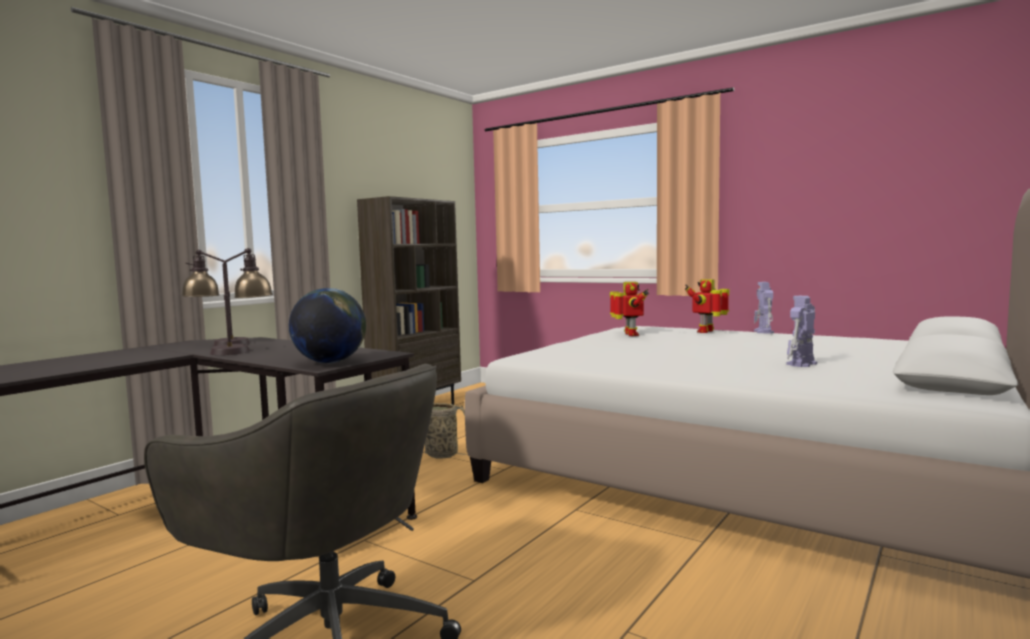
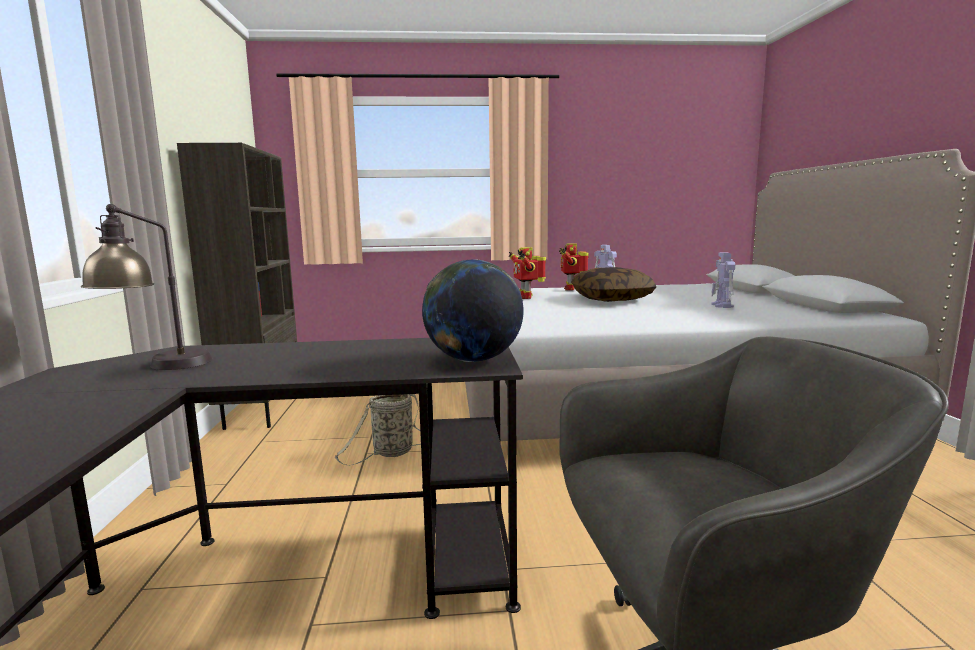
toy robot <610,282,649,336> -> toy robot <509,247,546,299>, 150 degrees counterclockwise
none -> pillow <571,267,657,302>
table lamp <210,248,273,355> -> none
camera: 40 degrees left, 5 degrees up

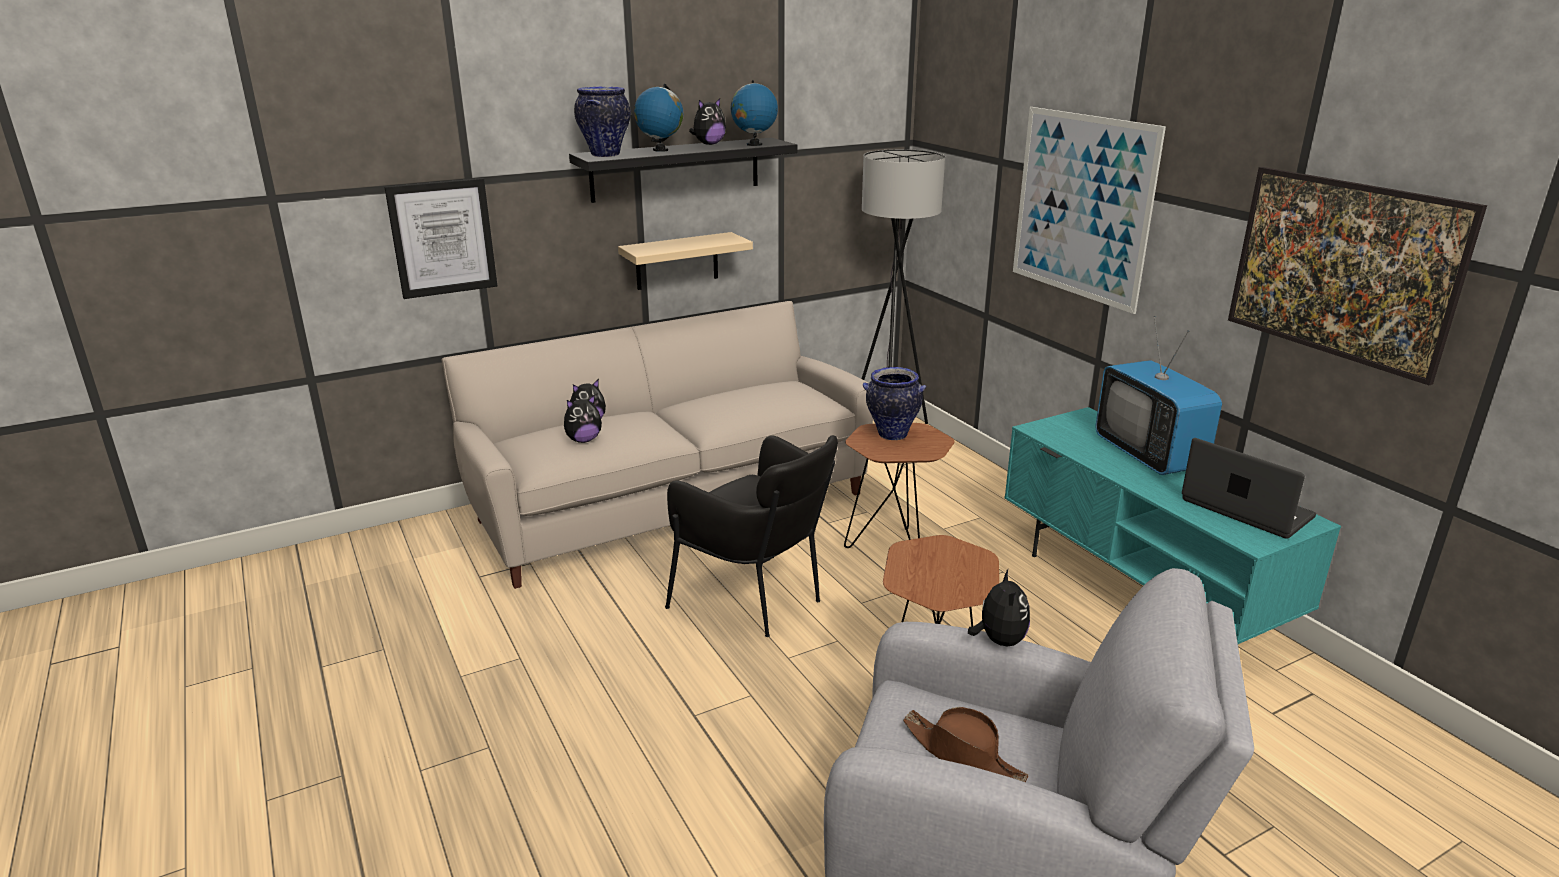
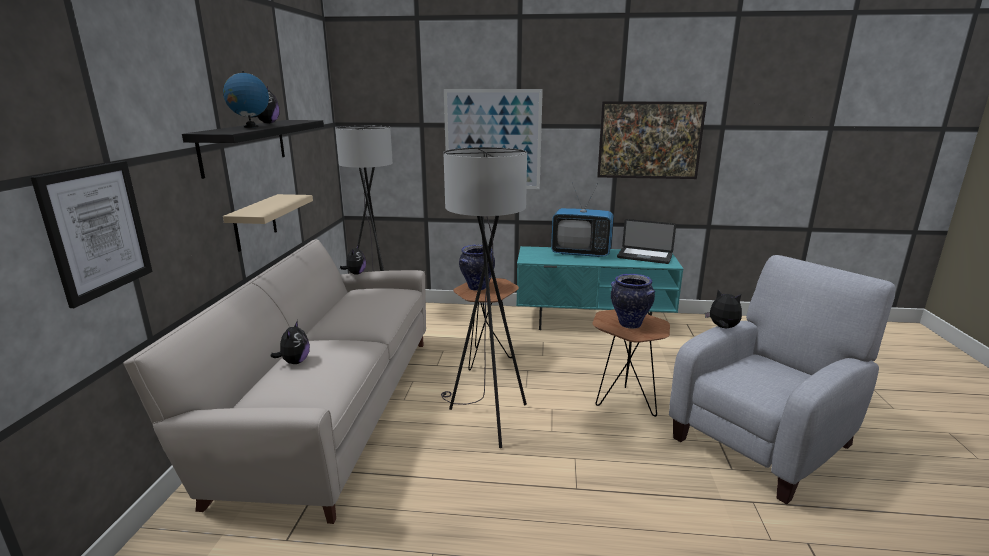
plush toy <564,395,602,443> -> plush toy <340,245,366,275>, relocated
armchair (black) <665,435,838,637> -> floor lamp (grey) <441,147,527,448>
vase <574,86,631,157> -> vase <611,274,655,329>, relocated
laptop <1182,438,1316,539> -> laptop <617,219,676,264>, 150 degrees counterclockwise
globe <731,80,778,146> -> none
hat (brown) <903,707,1029,782> -> none
camera: 55 degrees left, 5 degrees down

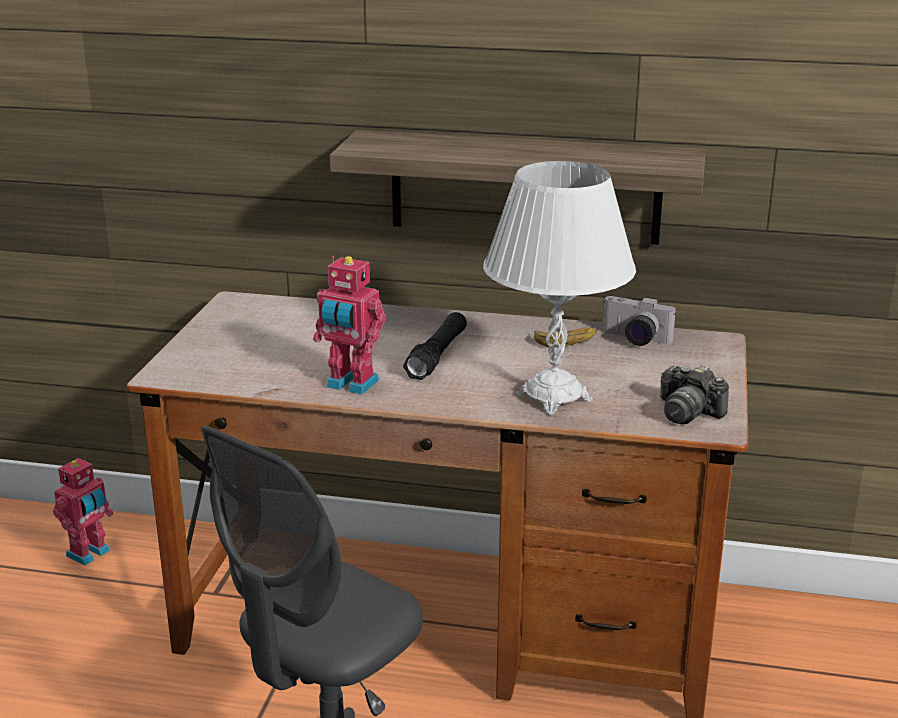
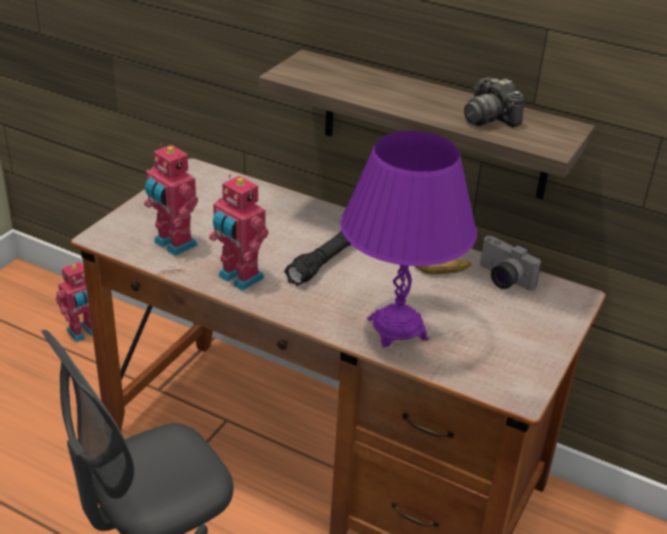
none -> toy robot <144,143,198,256>
table lamp (white) <483,161,636,415> -> table lamp (purple) <340,131,477,348>
photo camera <660,365,729,424> -> photo camera <464,77,524,128>, relocated
camera: 15 degrees right, 10 degrees up

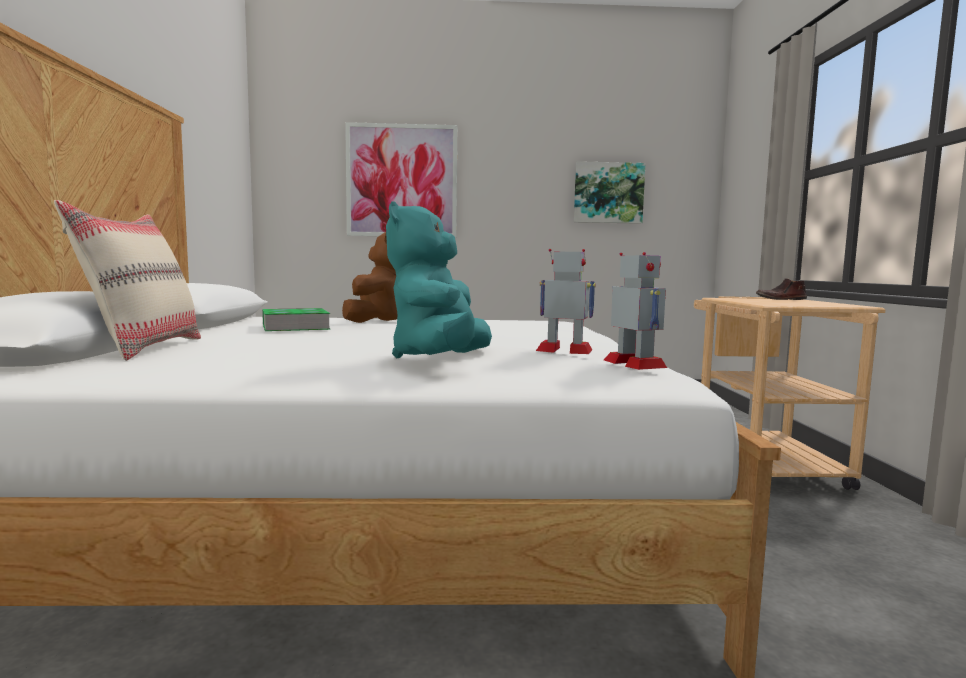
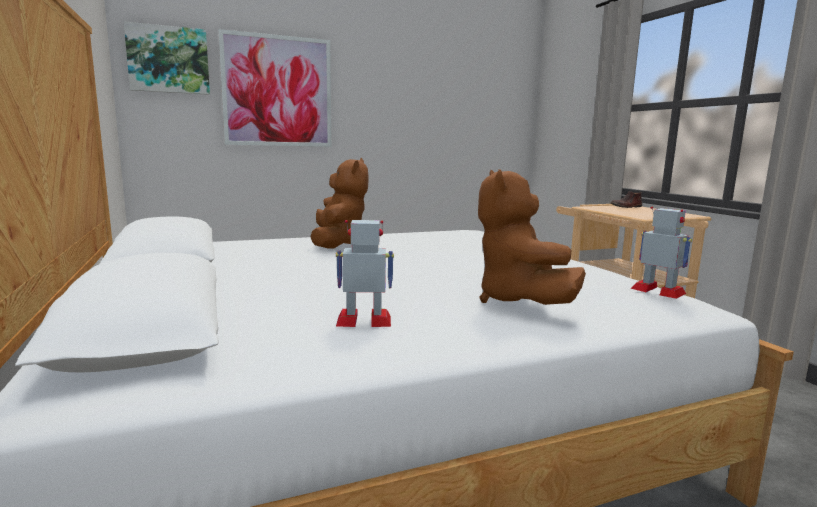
picture <574,161,645,224> -> picture <124,22,210,95>, relocated
toy robot <536,249,596,354> -> toy robot <336,220,394,327>, relocated
plush toy (turquoise) <386,201,492,359> -> plush toy (brown) <478,169,586,305>
pillow (beige) <54,200,201,361> -> none
book <262,308,330,331> -> none
camera: 20 degrees left, 5 degrees up

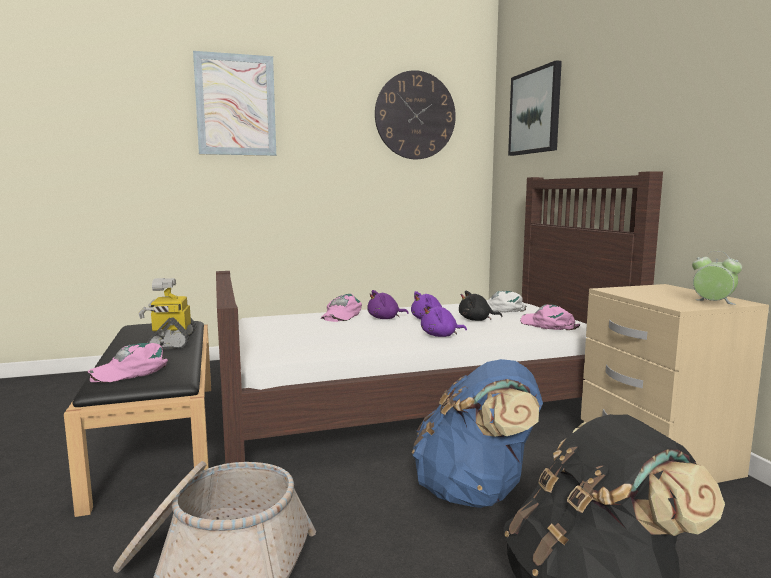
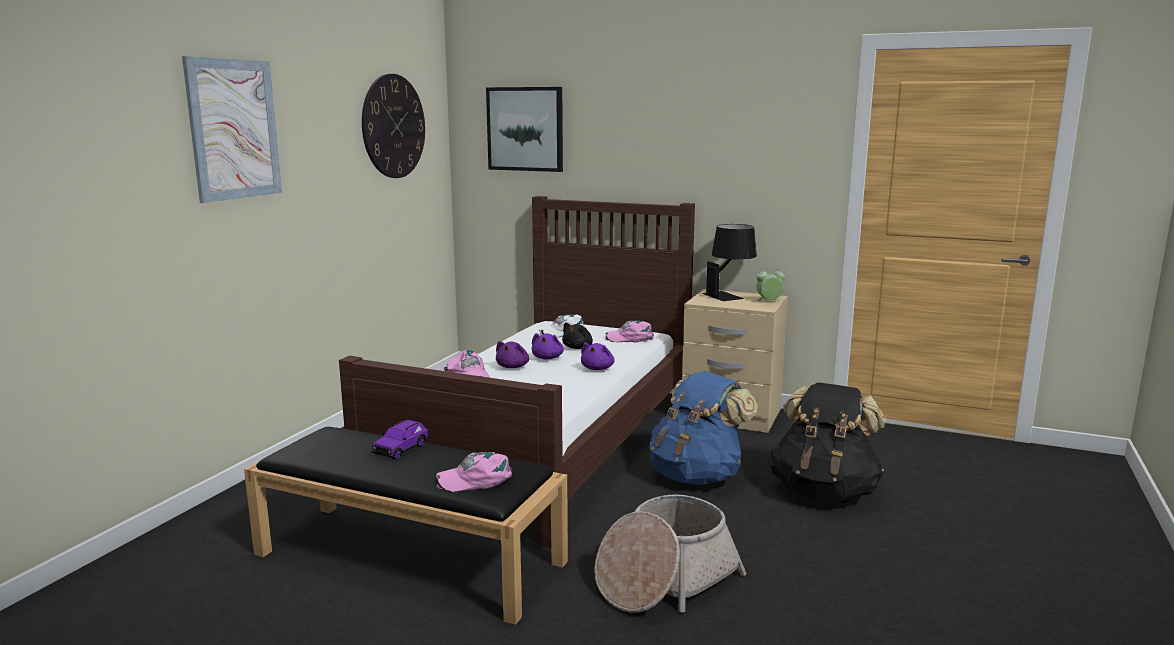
toy robot <138,278,196,349> -> toy car (purple) <372,420,429,460>
cap (pink) <87,343,168,383> -> cap (pink) <436,452,512,492>, 75 degrees clockwise
none -> table lamp (black) <702,224,757,301>
camera: 50 degrees left, 5 degrees up

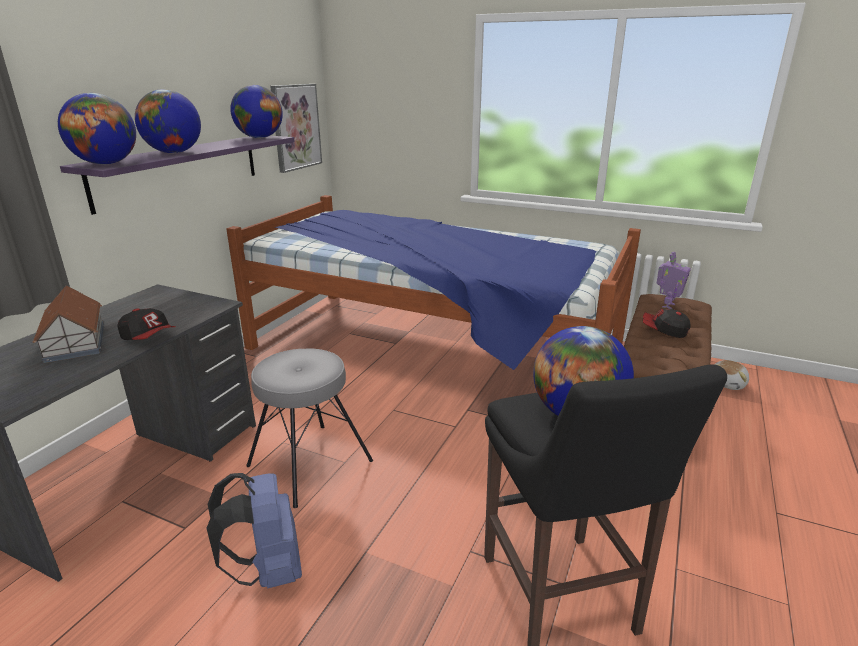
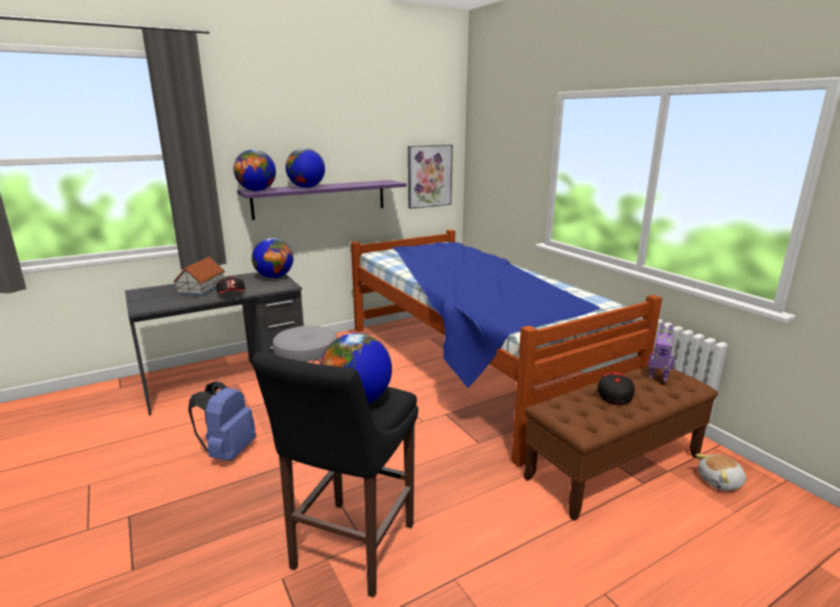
globe <230,85,283,138> -> globe <252,238,293,278>, relocated
cap <643,309,691,338> -> cap <597,372,635,405>, 45 degrees clockwise
toy robot <657,252,691,309> -> toy robot <648,324,674,381>, 45 degrees clockwise
camera: 35 degrees right, 5 degrees down

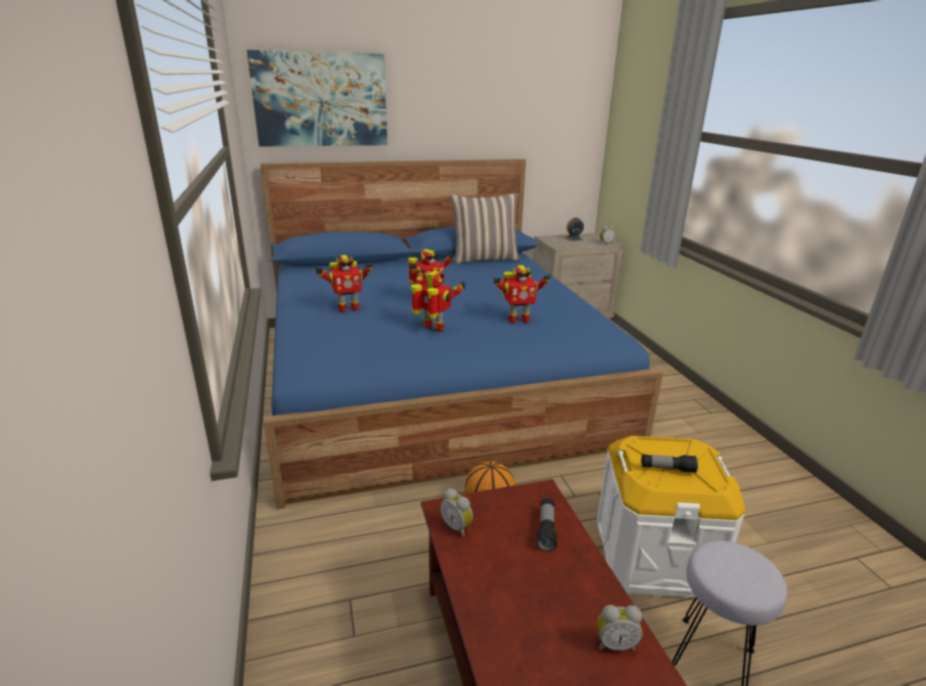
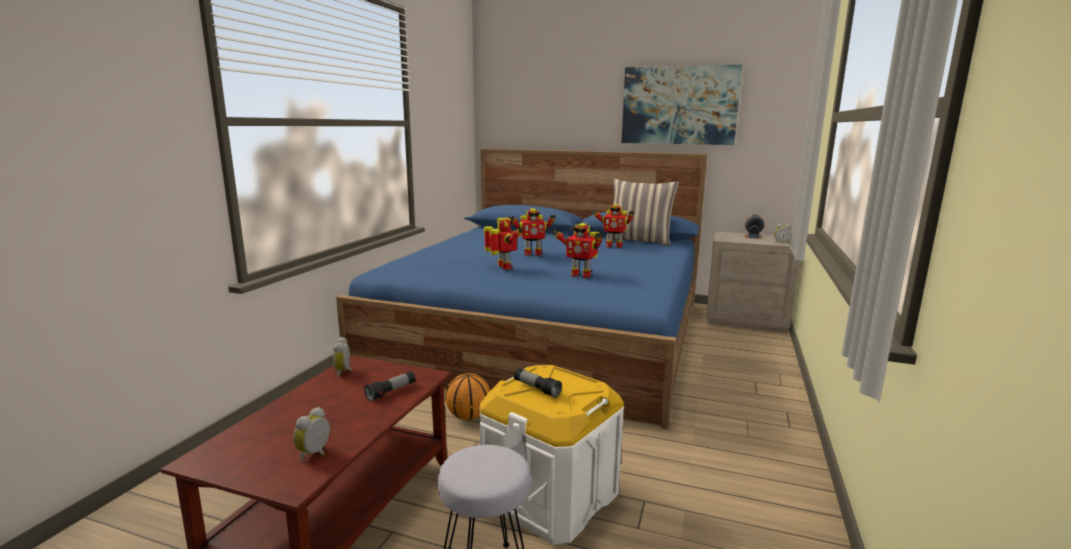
alarm clock <597,605,643,651> -> alarm clock <293,407,330,461>, 75 degrees clockwise
toy robot <315,255,373,313> -> toy robot <592,204,634,248>, relocated
picture <247,50,387,146> -> picture <622,65,742,145>, relocated
camera: 35 degrees right, 10 degrees down

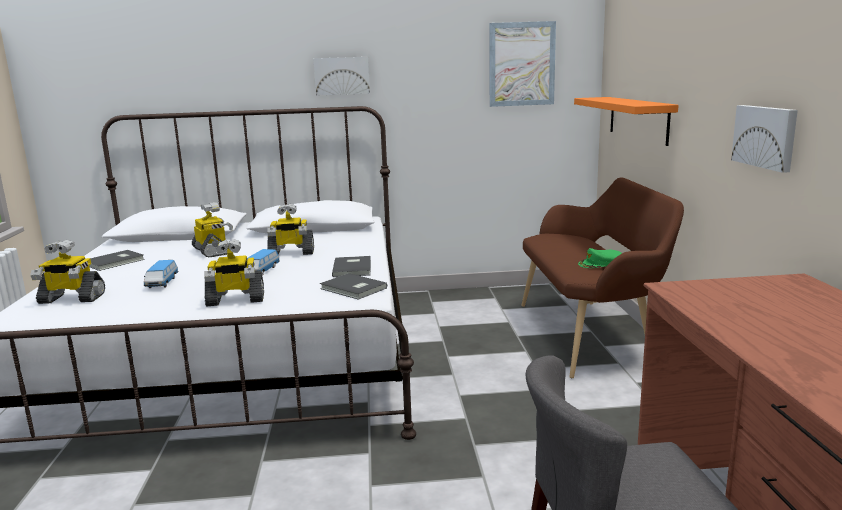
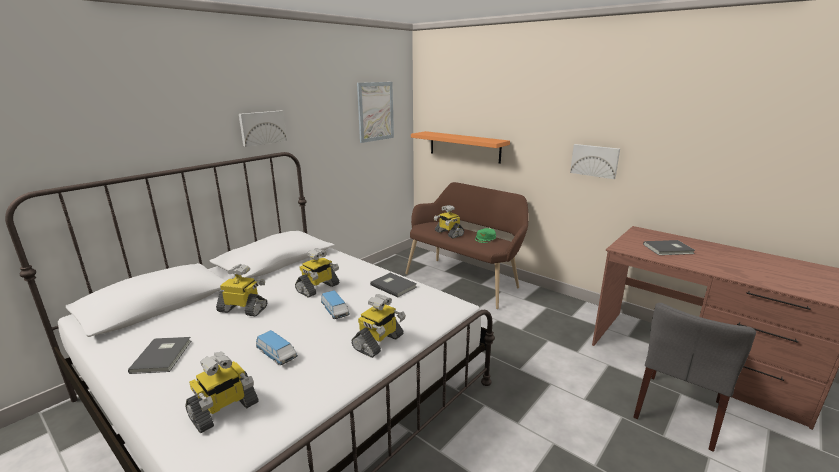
none -> toy robot <434,205,464,239>
book (grey) <320,273,387,300> -> book (grey) <643,240,695,255>, relocated
camera: 45 degrees left, 5 degrees up

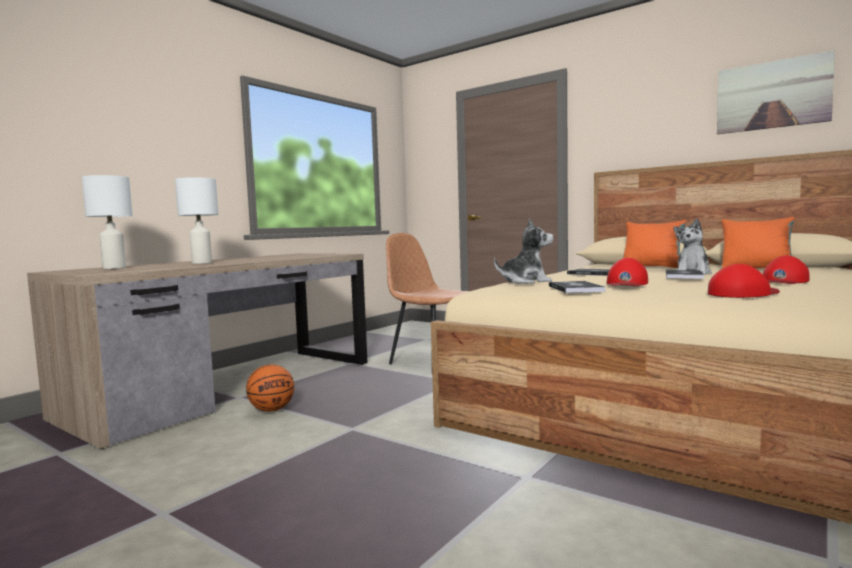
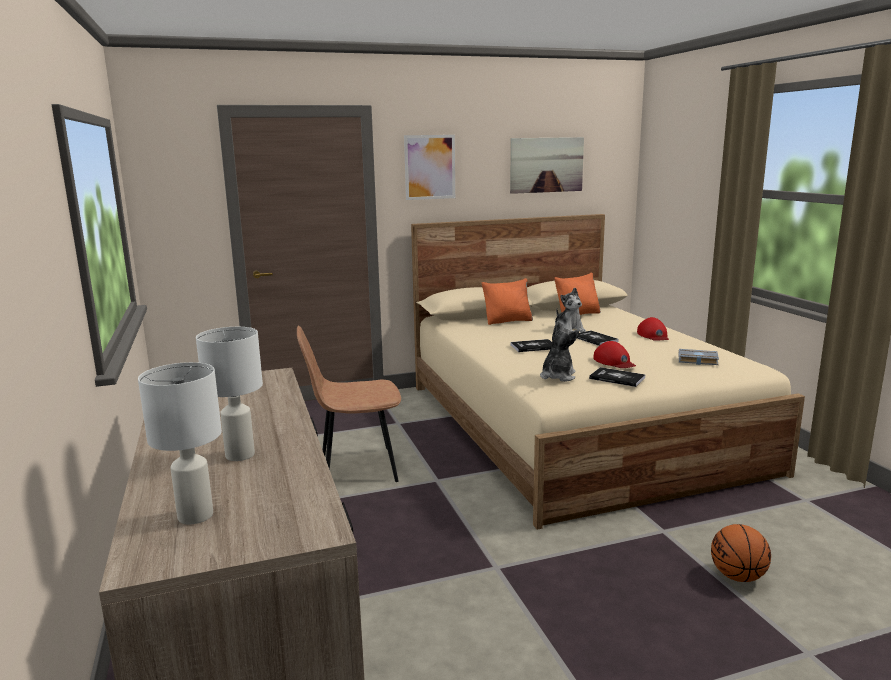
none -> picture <404,135,455,200>
cap (red) <708,264,780,298> -> book (grey) <679,349,719,365>
basketball <246,364,294,412> -> basketball <711,524,771,582>, relocated
camera: 55 degrees left, 10 degrees up

